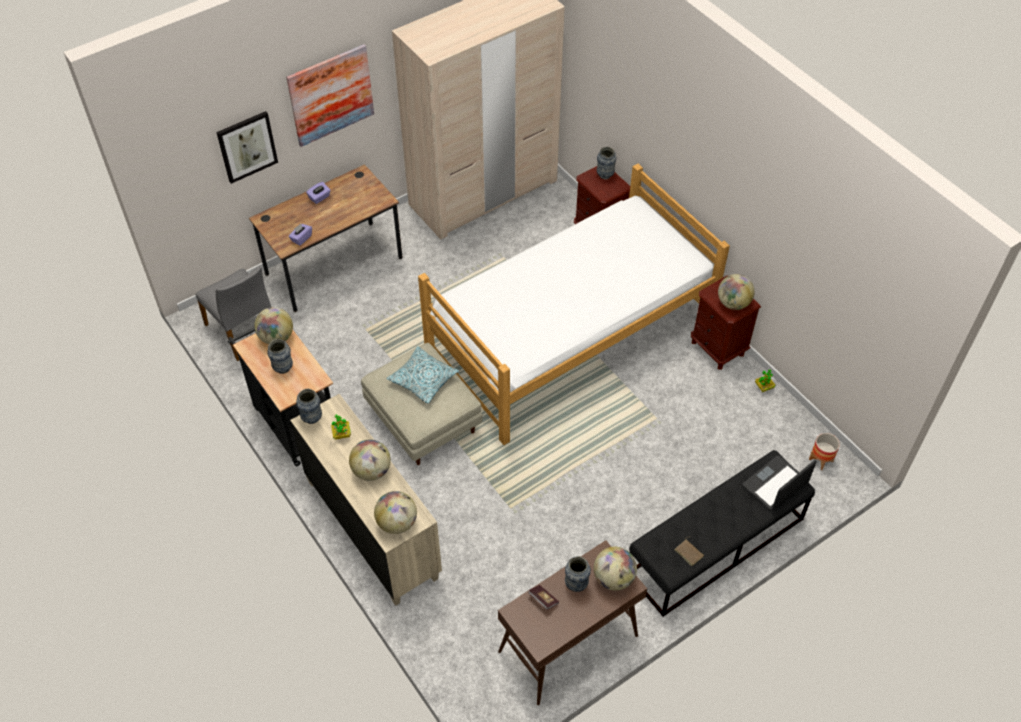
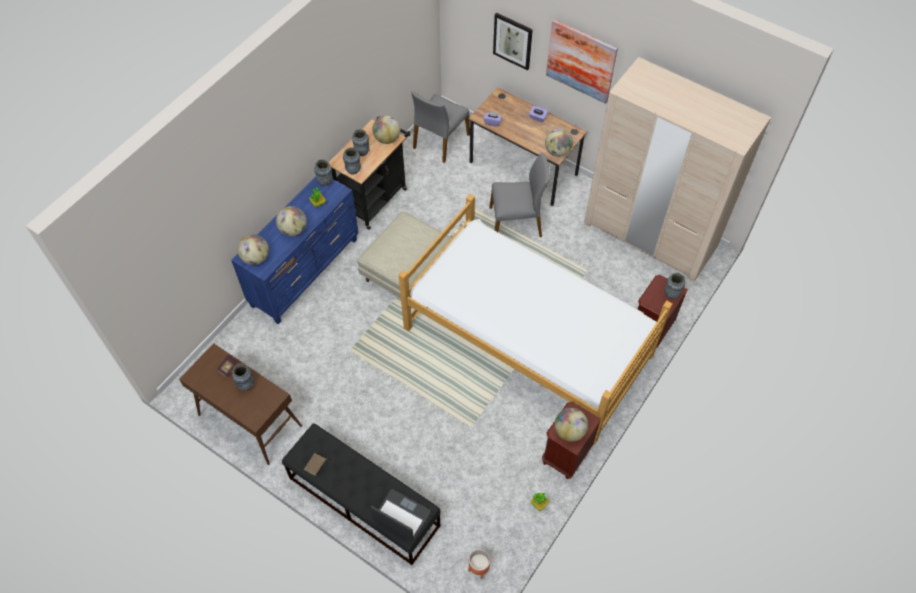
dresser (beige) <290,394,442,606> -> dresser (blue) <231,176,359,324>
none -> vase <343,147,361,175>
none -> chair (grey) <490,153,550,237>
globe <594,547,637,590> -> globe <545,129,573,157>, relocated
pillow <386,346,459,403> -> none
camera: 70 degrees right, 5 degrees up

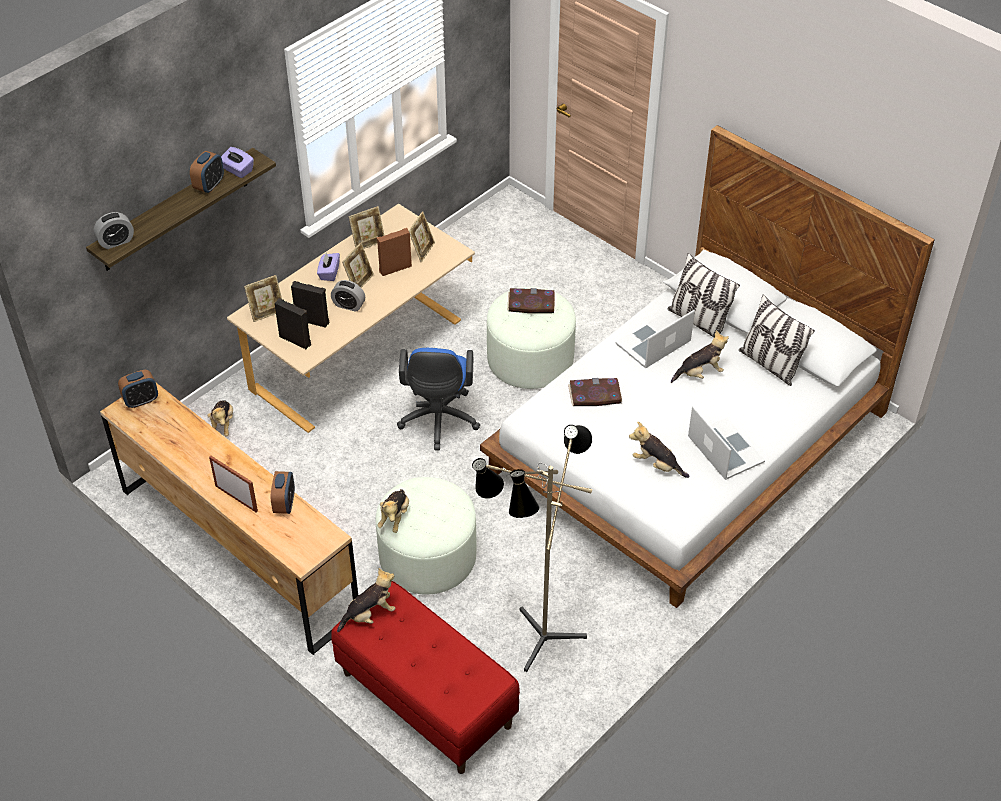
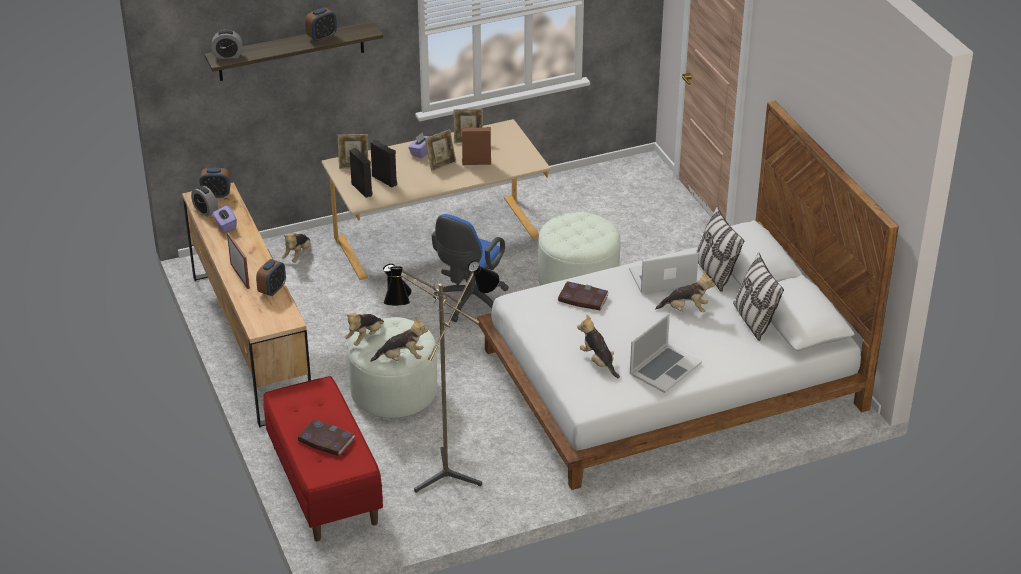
alarm clock <331,280,365,312> -> alarm clock <191,186,218,217>, relocated
tissue box (purple) <221,147,254,178> -> tissue box (purple) <213,205,237,233>, relocated
book <508,288,555,313> -> book <297,419,355,456>, relocated
plush toy <337,568,395,632> -> plush toy <371,318,428,362>, relocated
laptop <688,406,765,480> -> laptop <630,313,702,393>, 45 degrees clockwise
picture frame <409,211,435,262> -> none
camera: 25 degrees right, 10 degrees down

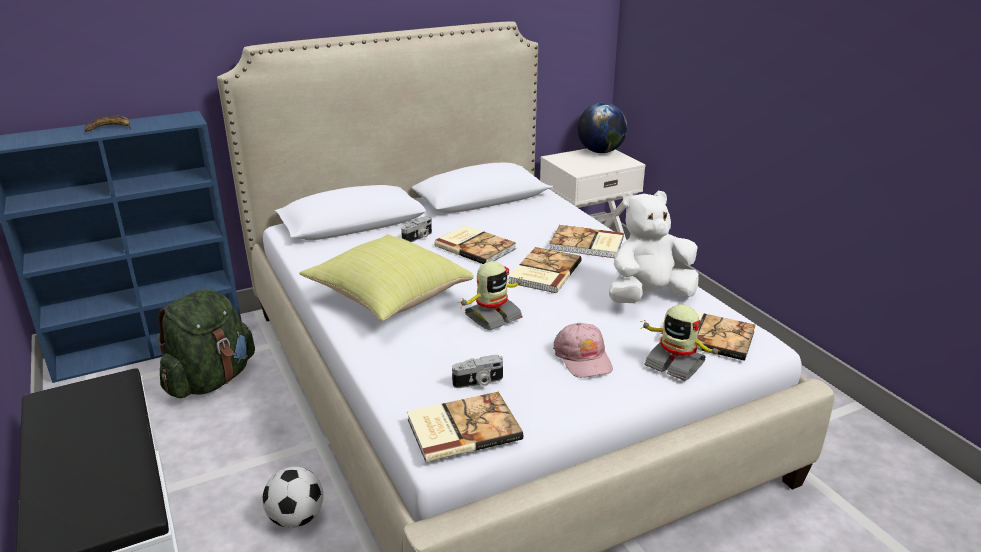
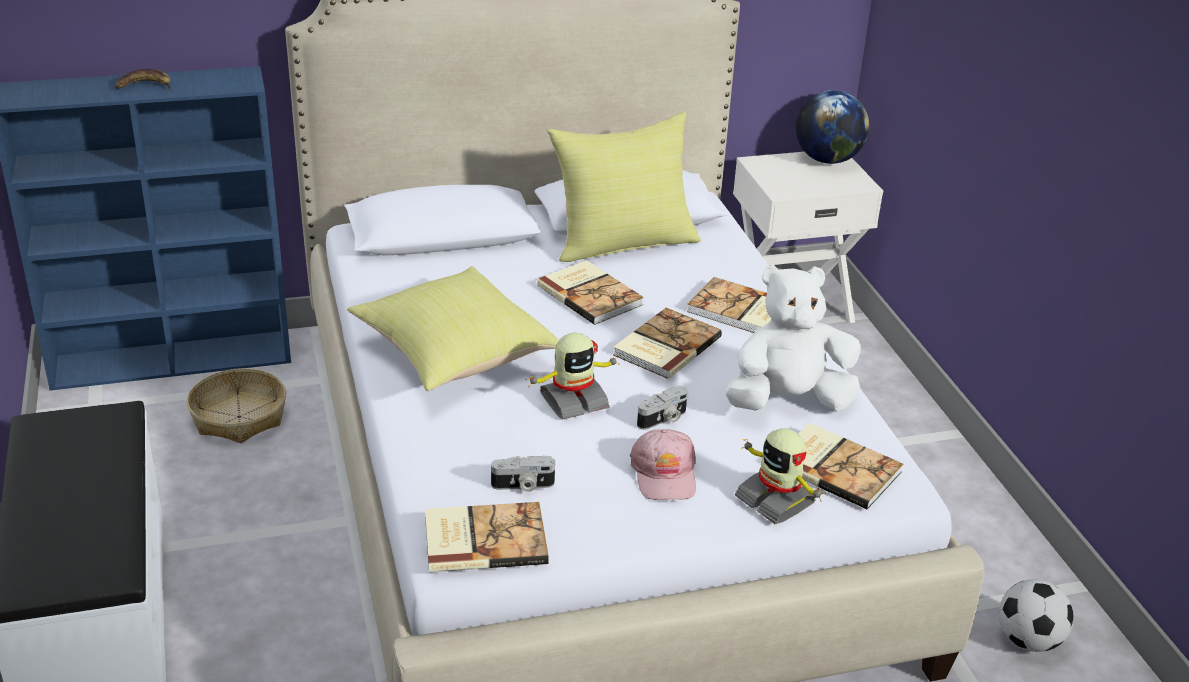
backpack (green) <157,289,255,398> -> basket <187,368,286,443>
none -> pillow (yellow) <547,112,701,262>
photo camera <401,216,432,242> -> photo camera <637,386,689,430>, relocated
football <262,467,323,528> -> football <999,579,1074,652>, relocated
camera: 10 degrees right, 5 degrees up

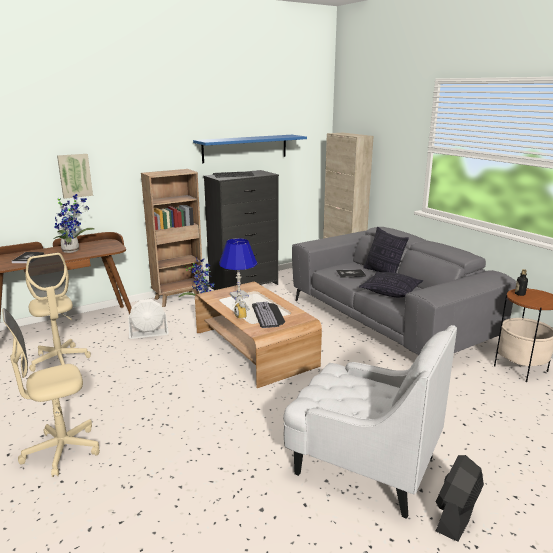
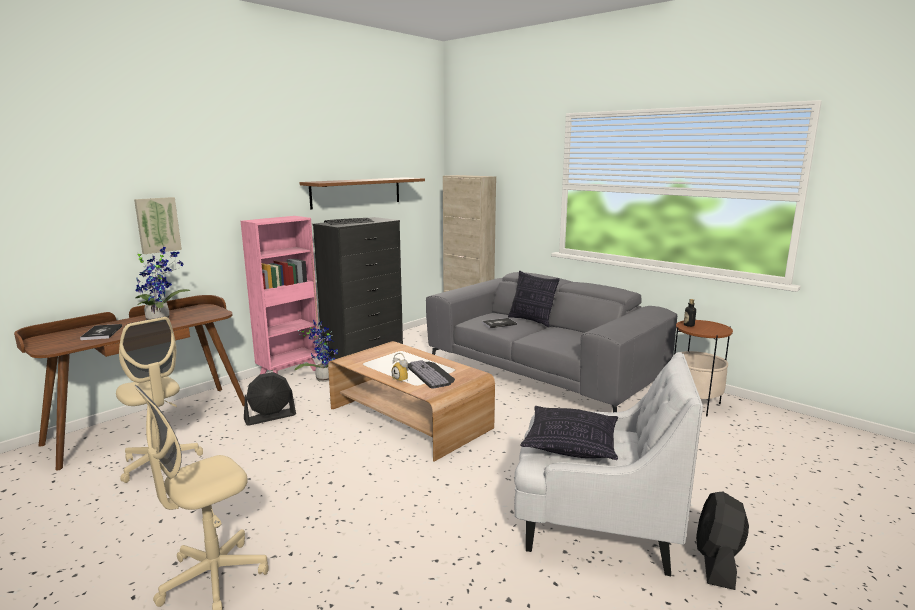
bookcase (brown) <141,169,203,307> -> bookcase (pink) <241,216,320,374>
fan (white) <128,299,169,339> -> fan (black) <244,372,296,426>
shelf (blue) <193,135,307,163> -> shelf (brown) <300,177,425,209>
pillow <359,272,423,297> -> pillow <520,406,618,460>, relocated
table lamp (blue) <219,238,257,300> -> none
camera: 15 degrees left, 5 degrees down

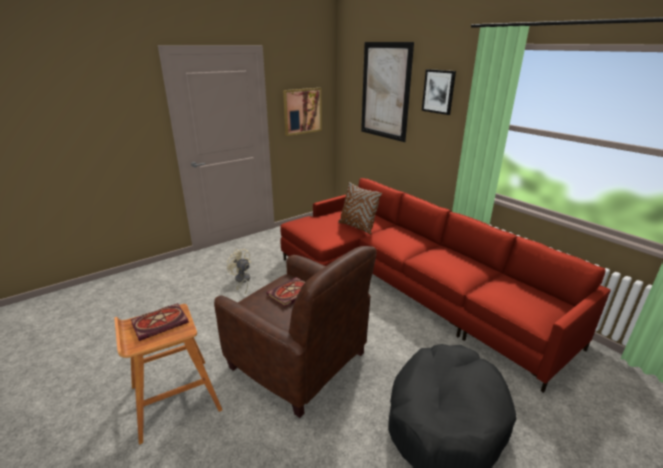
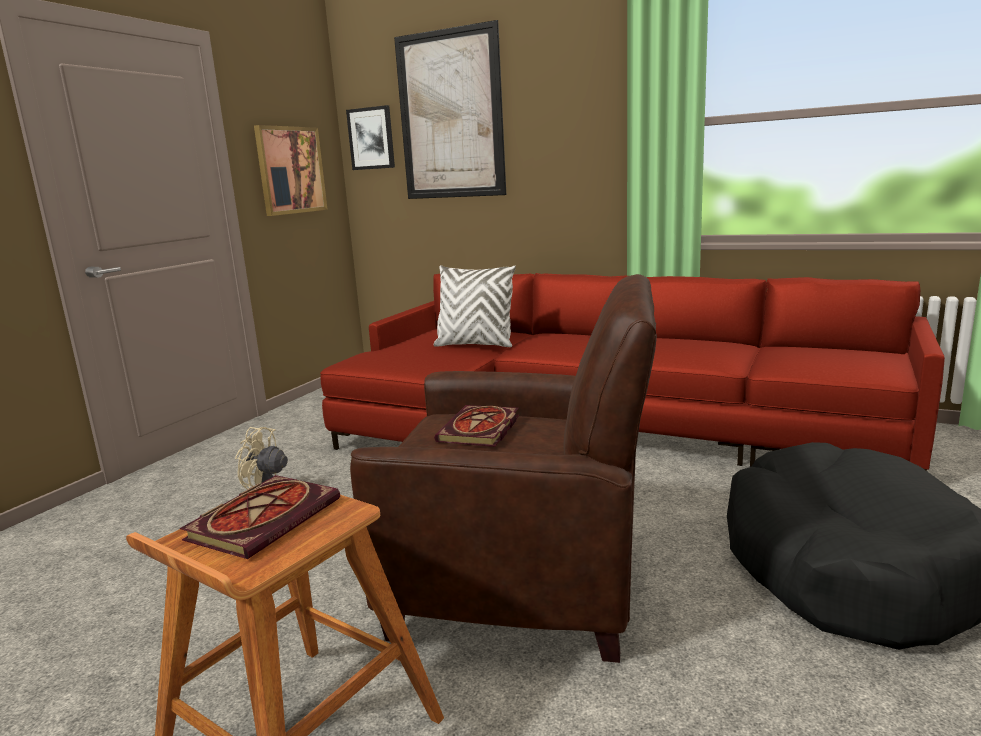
picture <422,69,456,115> -> picture <346,105,395,170>, relocated
pillow (brown) <338,182,382,234> -> pillow (white) <434,265,516,347>
camera: 25 degrees left, 10 degrees down

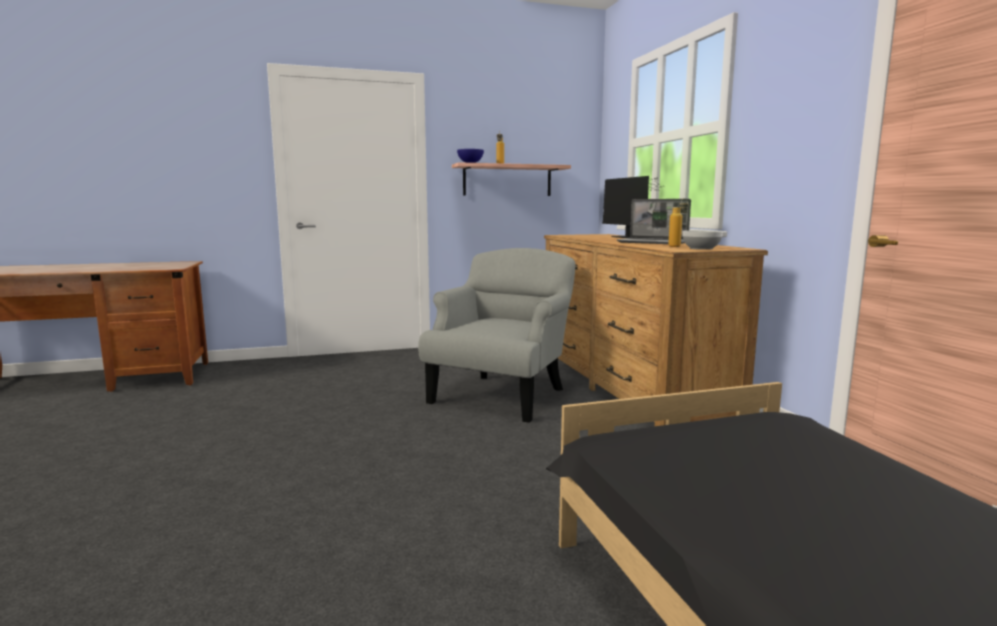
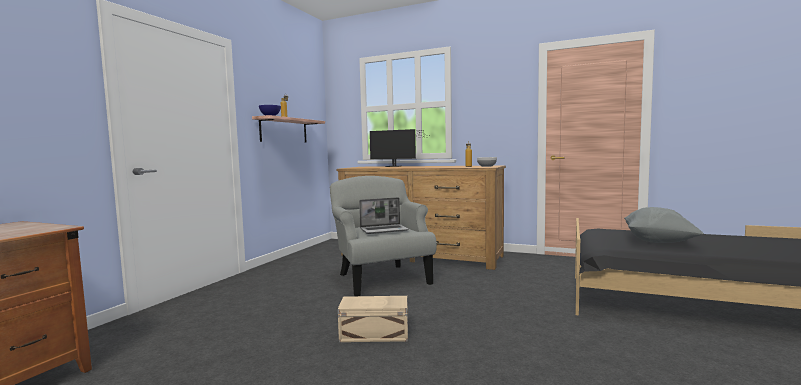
none -> storage box (beige) <338,296,408,342>
laptop <617,199,691,244> -> laptop <359,197,409,234>, relocated
none -> pillow (grey) <624,207,704,243>
camera: 50 degrees left, 5 degrees down

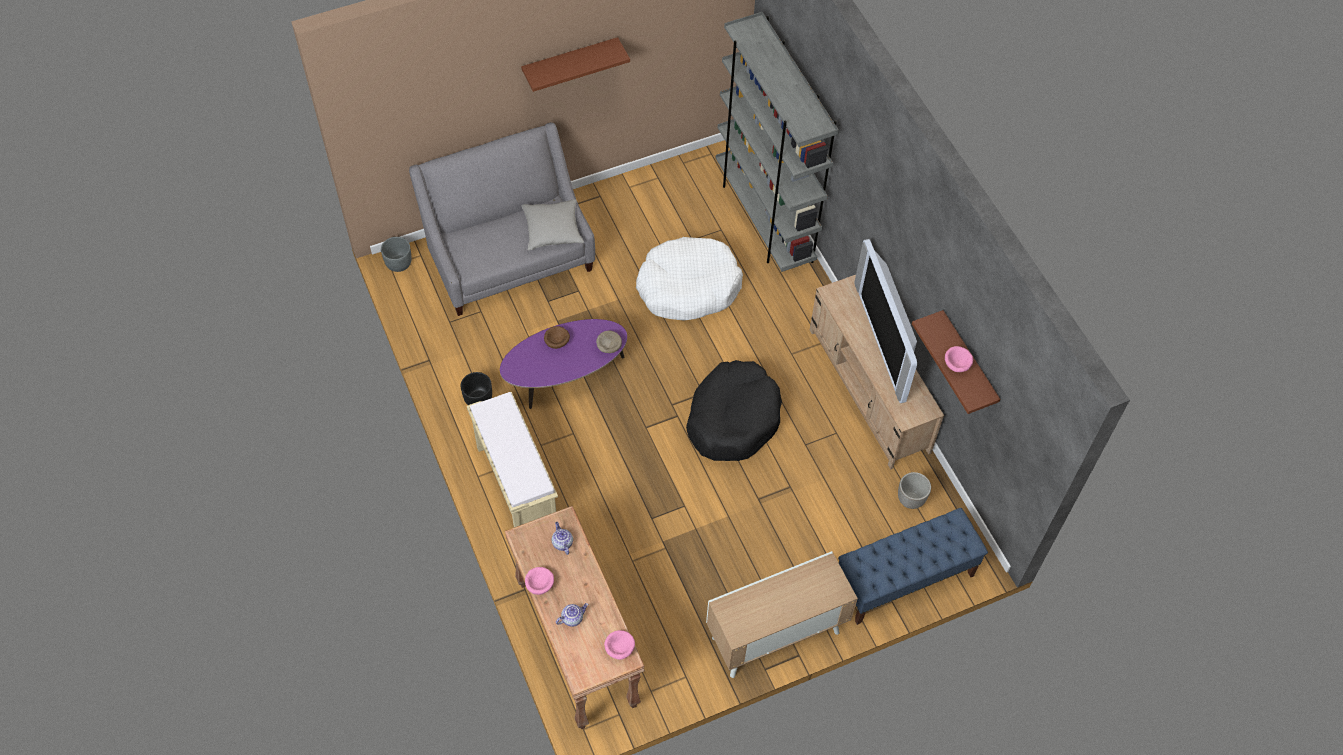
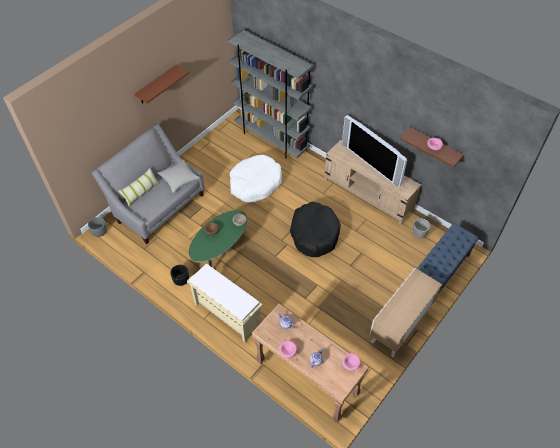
none -> pillow <119,168,160,207>
coffee table (purple) <500,319,627,409> -> coffee table (green) <189,210,247,267>
camera: 25 degrees left, 5 degrees down

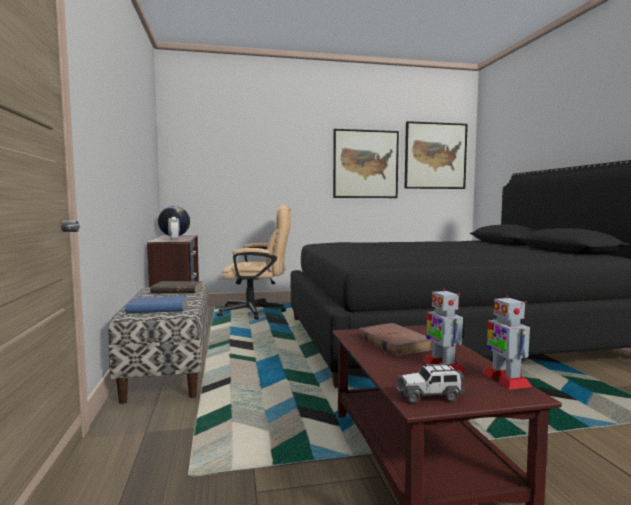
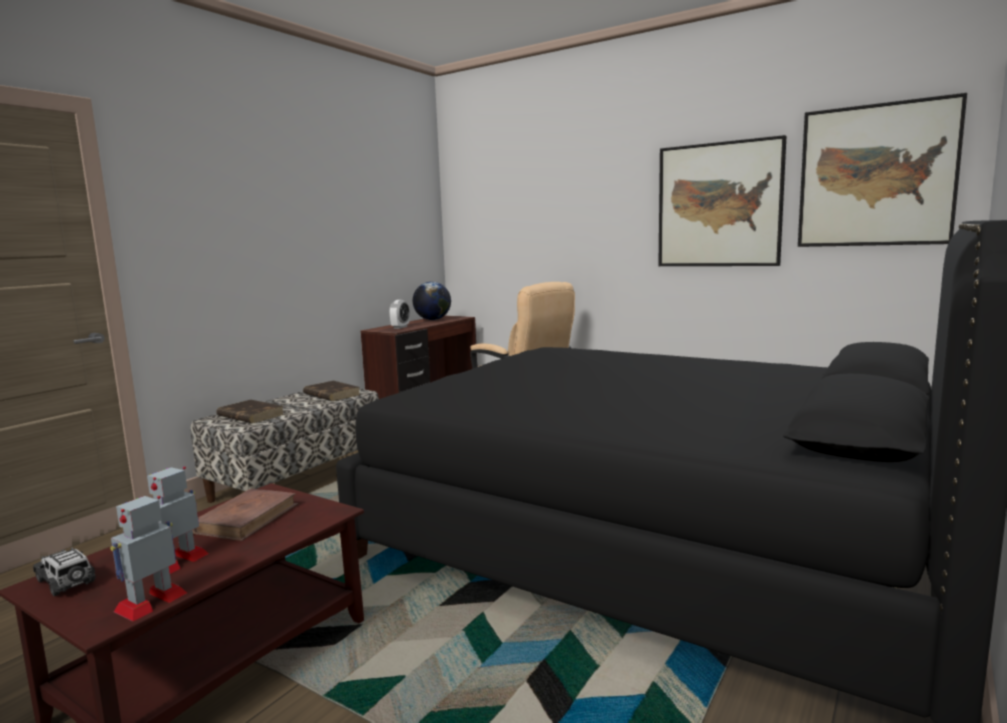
book (blue) <125,296,187,313> -> book (brown) <216,400,285,423>
camera: 45 degrees right, 5 degrees up

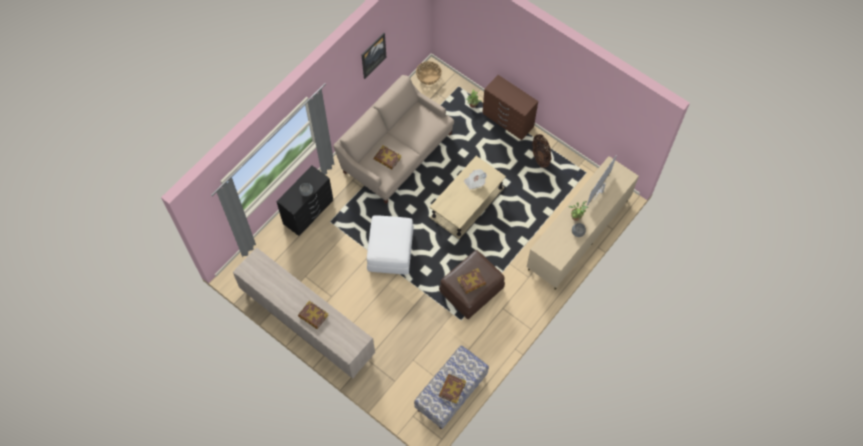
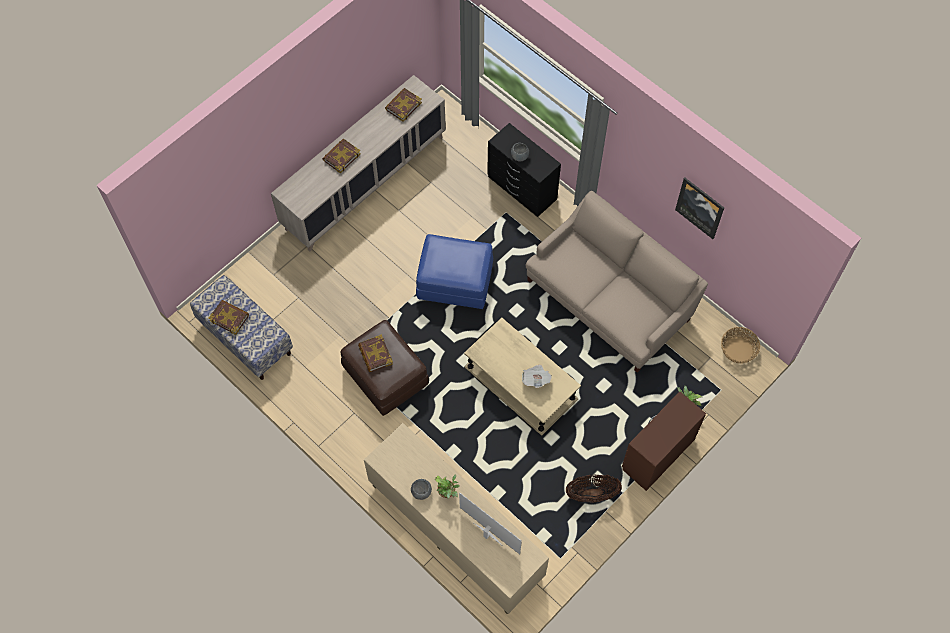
book <374,145,401,170> -> book <385,88,422,122>, relocated
ottoman (white) <367,215,414,275> -> ottoman (blue) <416,234,493,309>
camera: 95 degrees right, 0 degrees up

